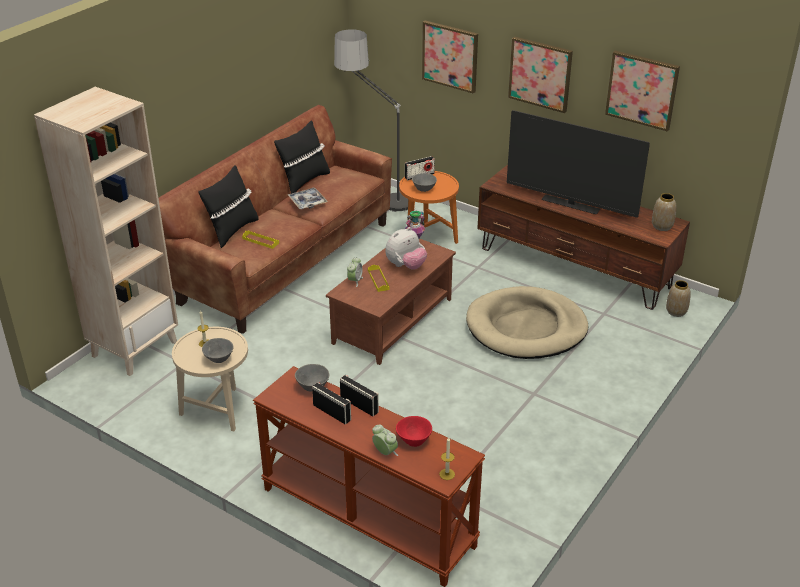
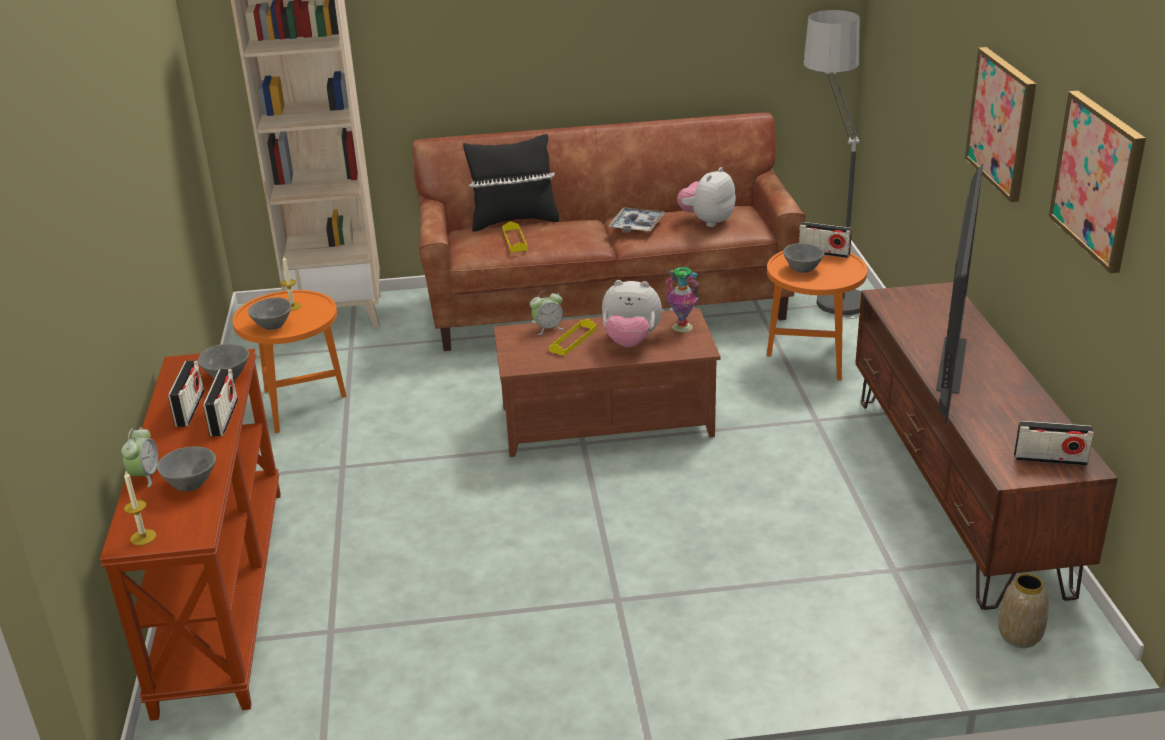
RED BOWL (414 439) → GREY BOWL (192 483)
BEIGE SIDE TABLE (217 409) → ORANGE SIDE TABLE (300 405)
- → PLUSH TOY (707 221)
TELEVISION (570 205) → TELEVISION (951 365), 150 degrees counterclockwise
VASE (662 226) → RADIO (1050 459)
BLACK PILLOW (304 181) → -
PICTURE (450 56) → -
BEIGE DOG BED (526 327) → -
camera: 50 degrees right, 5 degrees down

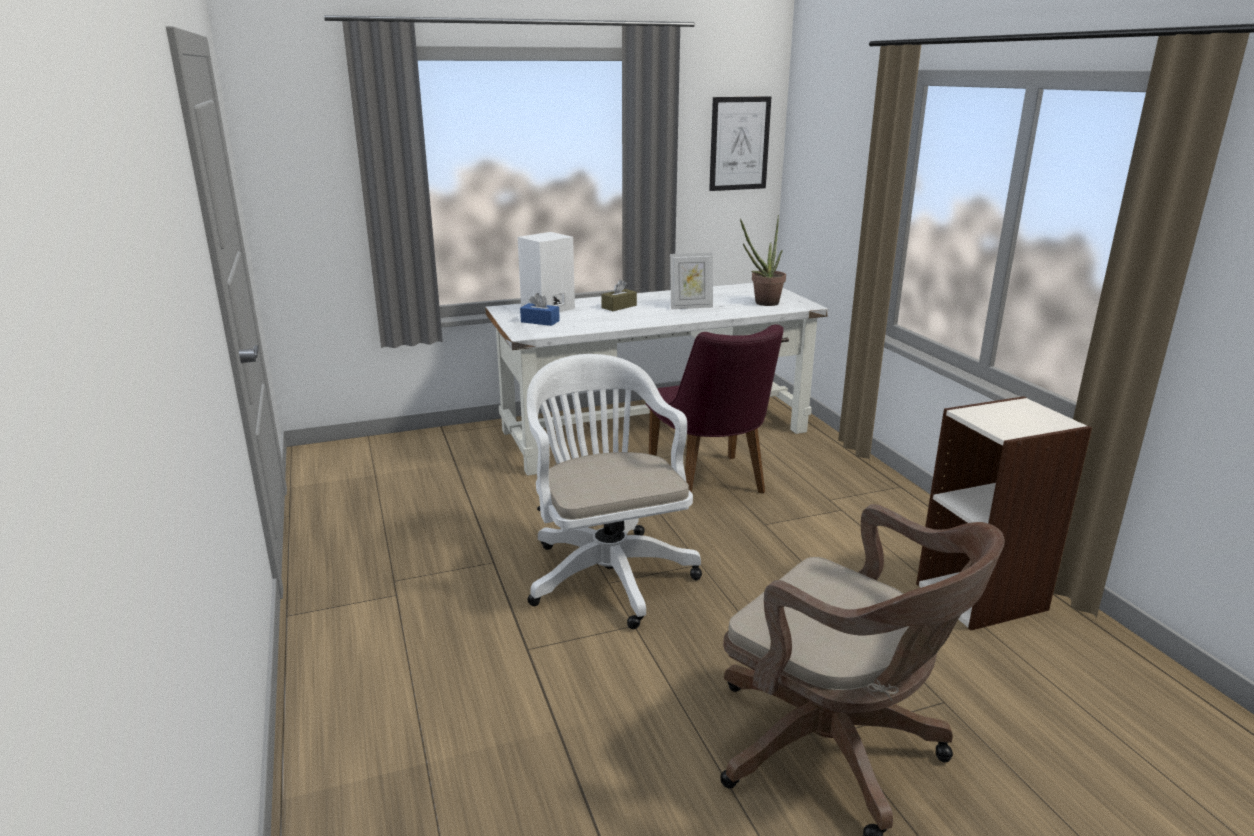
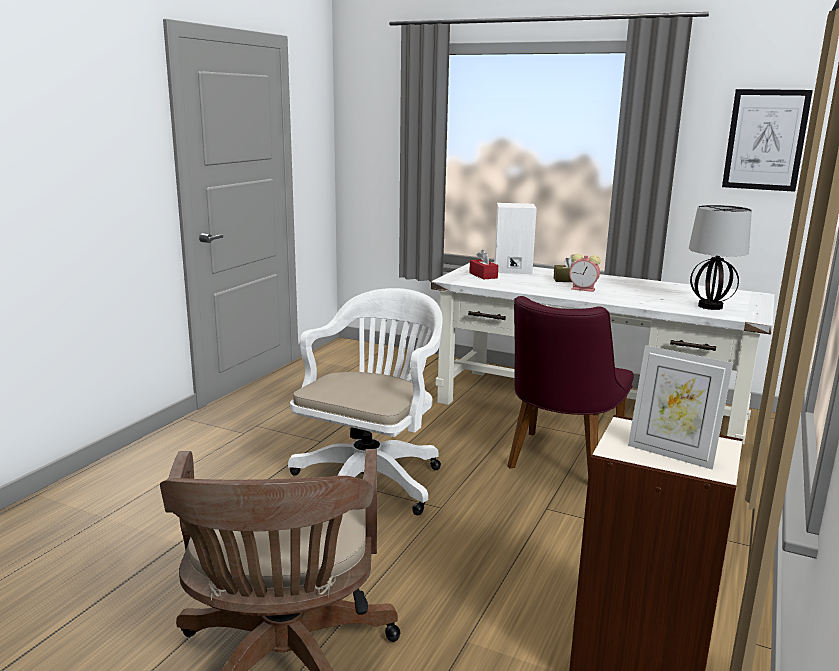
BLUE TISSUE BOX (540 321) → RED TISSUE BOX (483 275)
- → ALARM CLOCK (584 289)
PICTURE FRAME (690 307) → PICTURE FRAME (671 454), move
POTTED PLANT (762 303) → TABLE LAMP (709 306)
camera: 45 degrees right, 5 degrees down

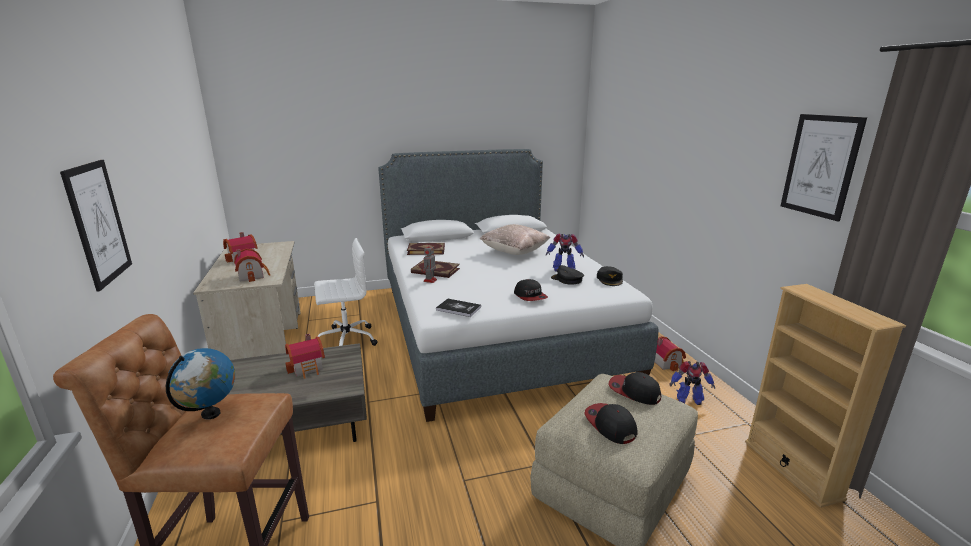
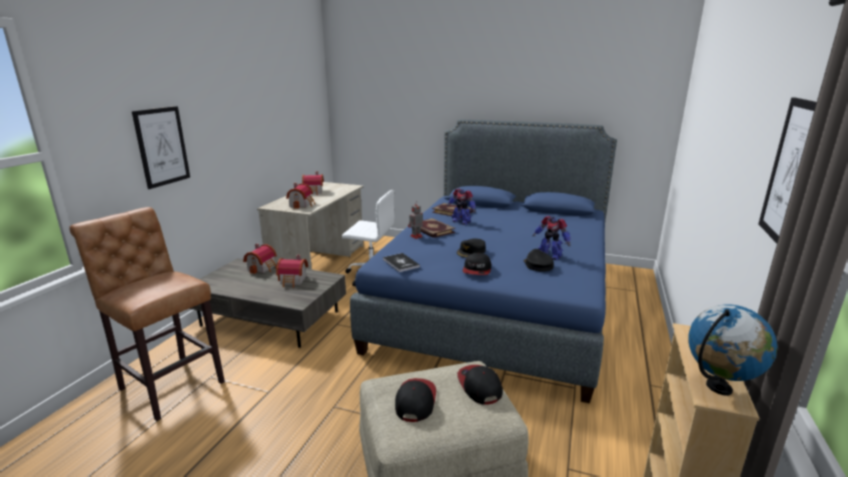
TOY HOUSE (667 362) → TOY HOUSE (263 268), move
WHITE BED (494 328) → BLUE BED (496 301)
TOY ROBOT (688 400) → TOY ROBOT (461 221), move
BLACK CAP (610 279) → BLACK CAP (471 251), move
GLOBE (211 414) → GLOBE (719 388), move
BEIGE PILLOW (514 252) → -
camera: 35 degrees right, 0 degrees up

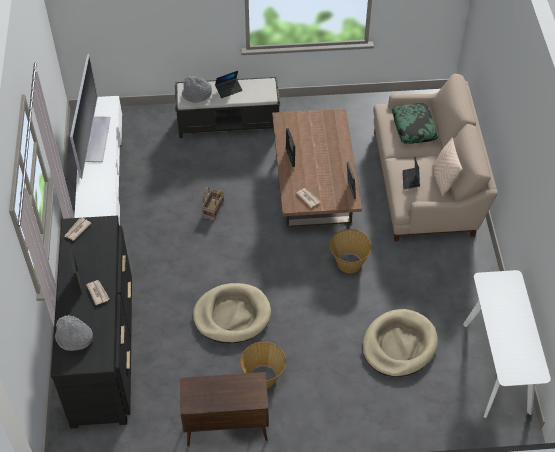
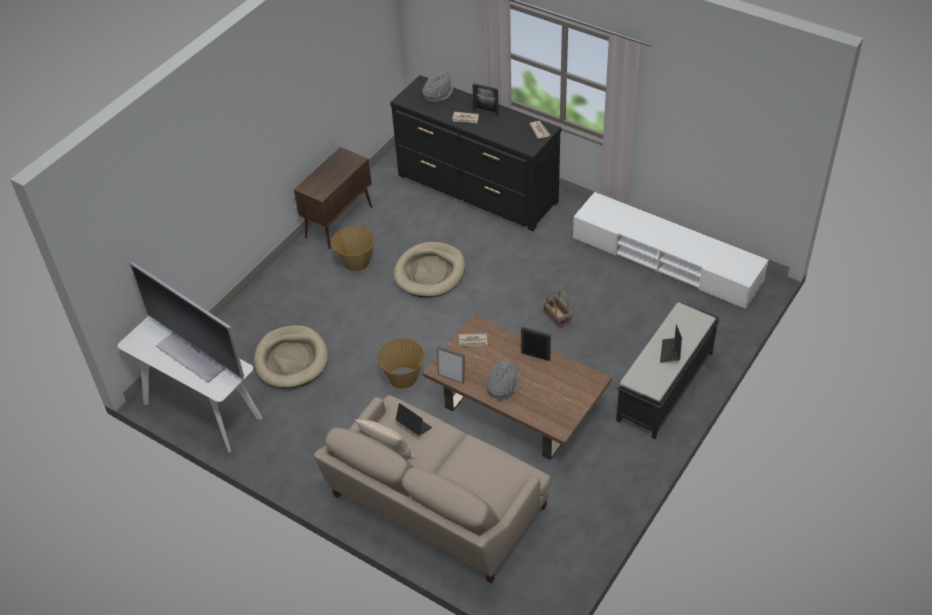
TELEVISION (96 139) → TELEVISION (191 356), move
GREY HAT (197 94) → GREY HAT (502 386), move
PILLOW (414 128) → -
camera: 130 degrees right, 5 degrees down

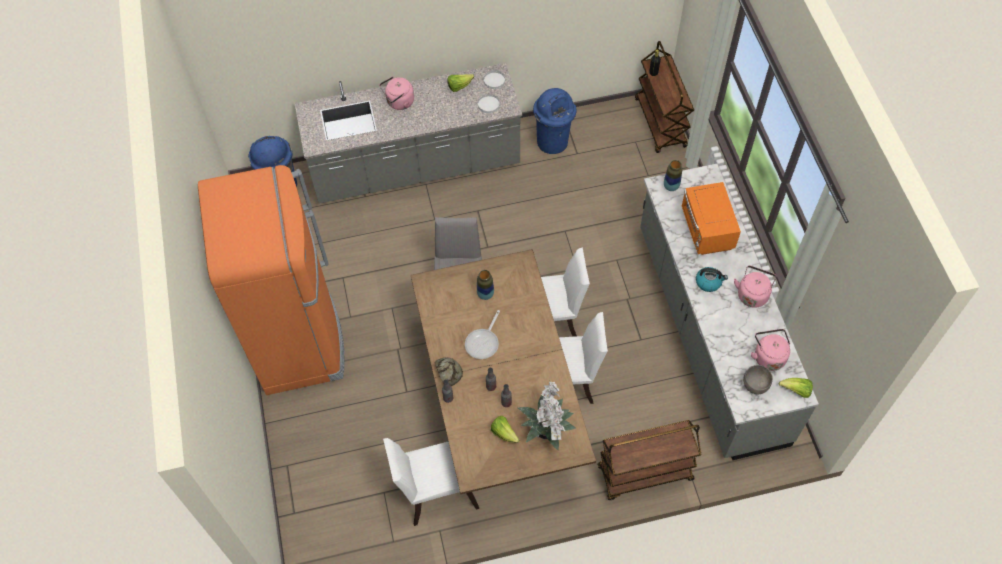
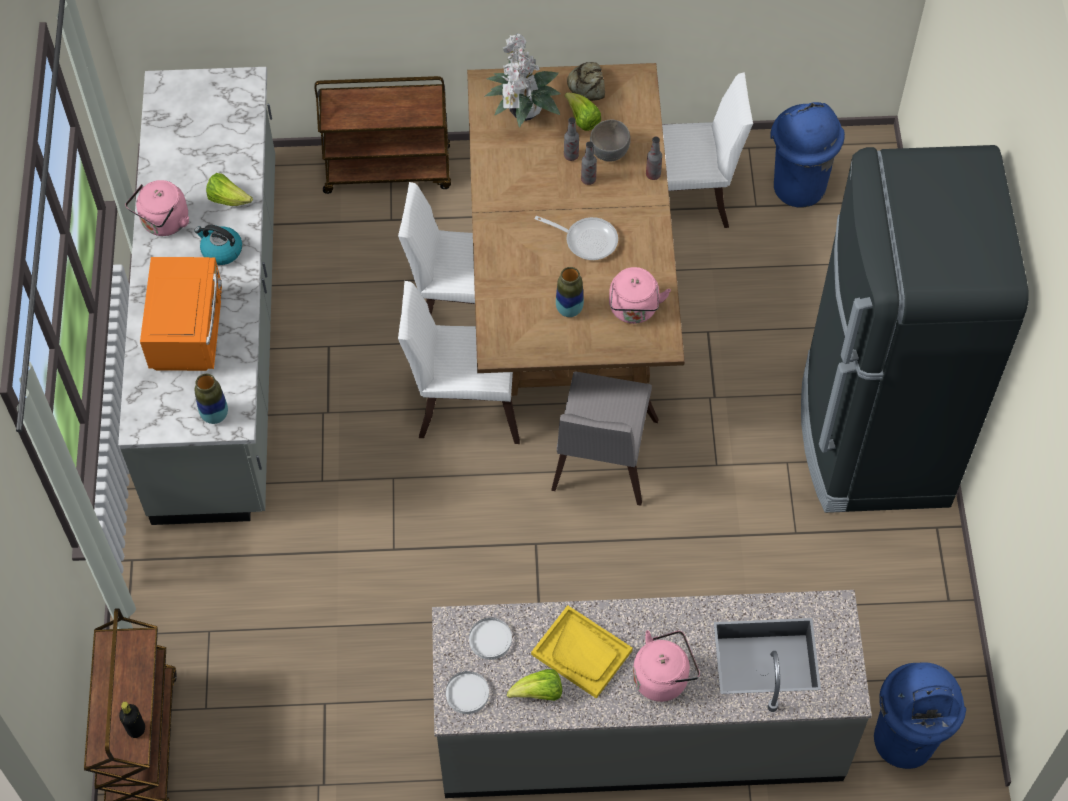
LETTUCE (796 390) → LETTUCE (228 199), move
- → YELLOW TRAY (582 652)
FRYING PAN (483 342) → FRYING PAN (586 240), 75 degrees clockwise
BREAD (448 372) → BREAD (587 85), move
GREY BOWL (754 386) → GREY BOWL (609 152), move
PINK KETTLE (768 356) → PINK KETTLE (634 310), move
BLUE TRASH CAN (553 142) → BLUE TRASH CAN (798 187), move
ORANGE FRIDGE (299 341) → BLACK FRIDGE (873 437)
camera: 170 degrees left, 0 degrees up

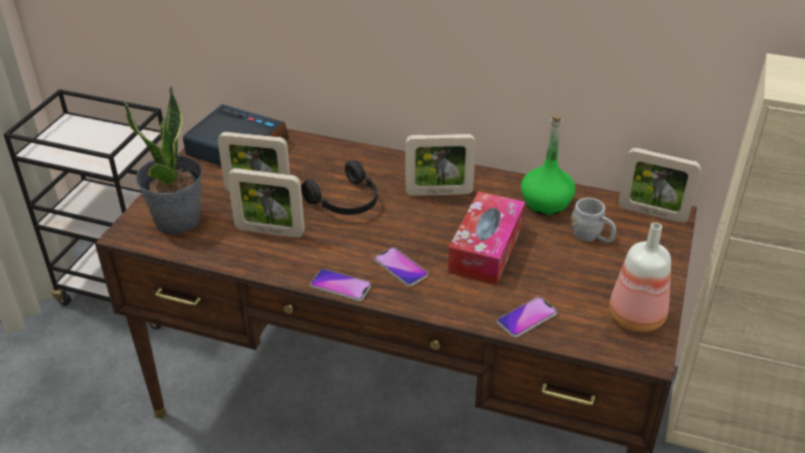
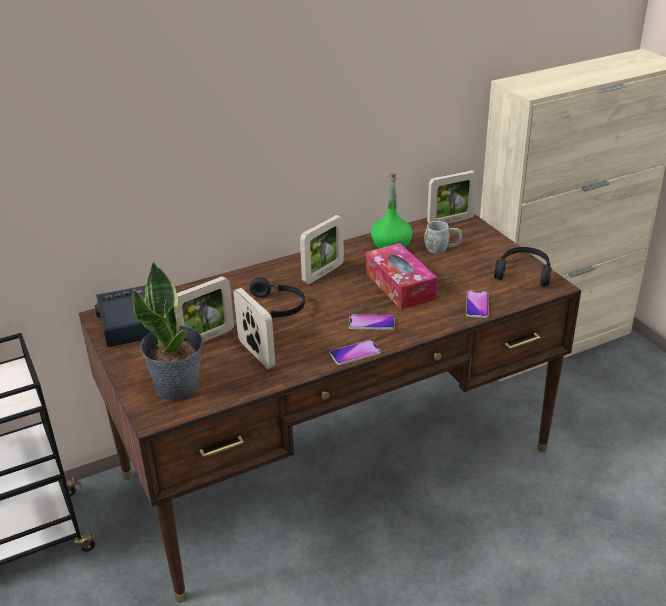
PICTURE FRAME (270 231) → PICTURE FRAME (256 354), 90 degrees counterclockwise
BOTTLE (638 317) → BLACK HEADPHONES (524 272)
camera: 45 degrees left, 5 degrees down

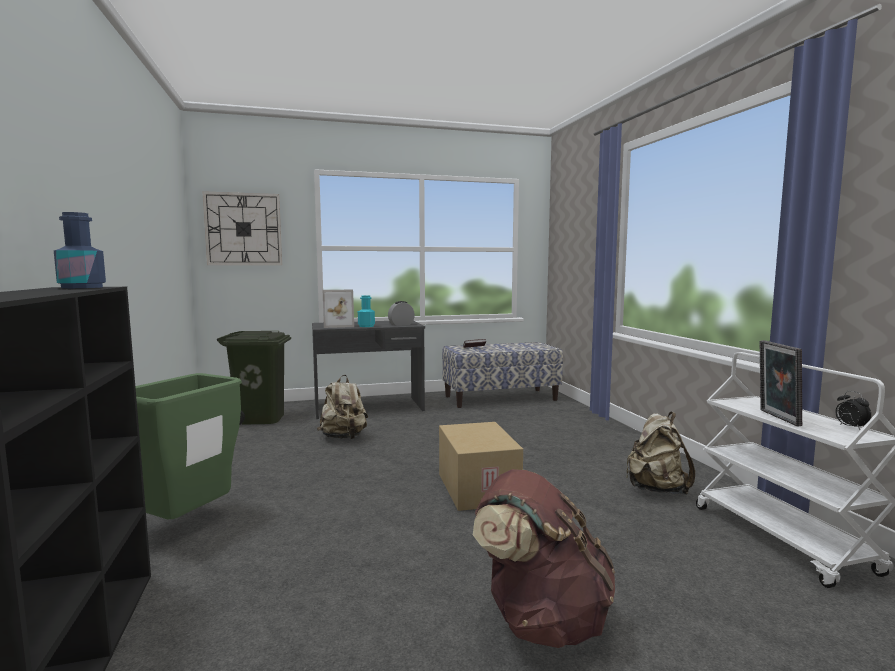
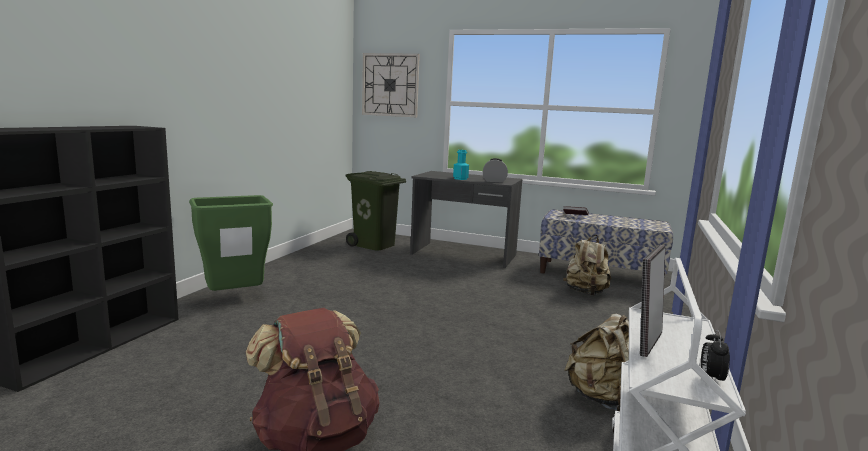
BEIGE BACKPACK (344 438) → BEIGE BACKPACK (586 293), move
BLUE BOTTLE (82 287) → -
PICTURE FRAME (338 325) → -
CARDBOARD BOX (476 488) → -
camera: 35 degrees right, 5 degrees up

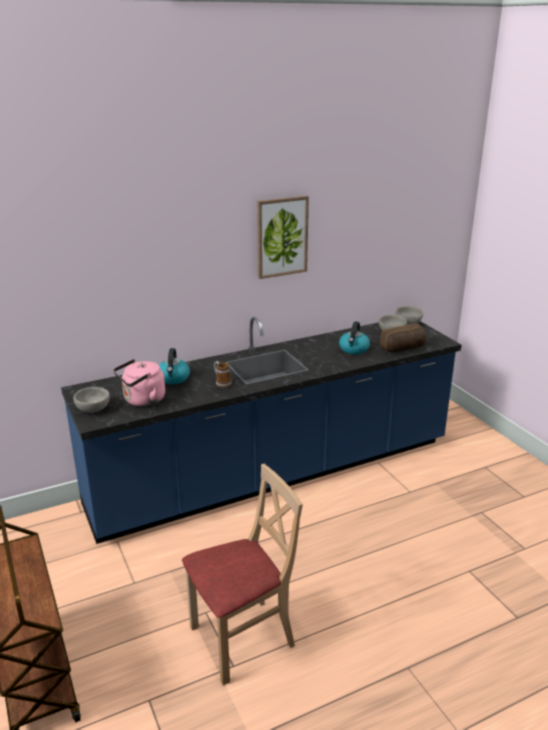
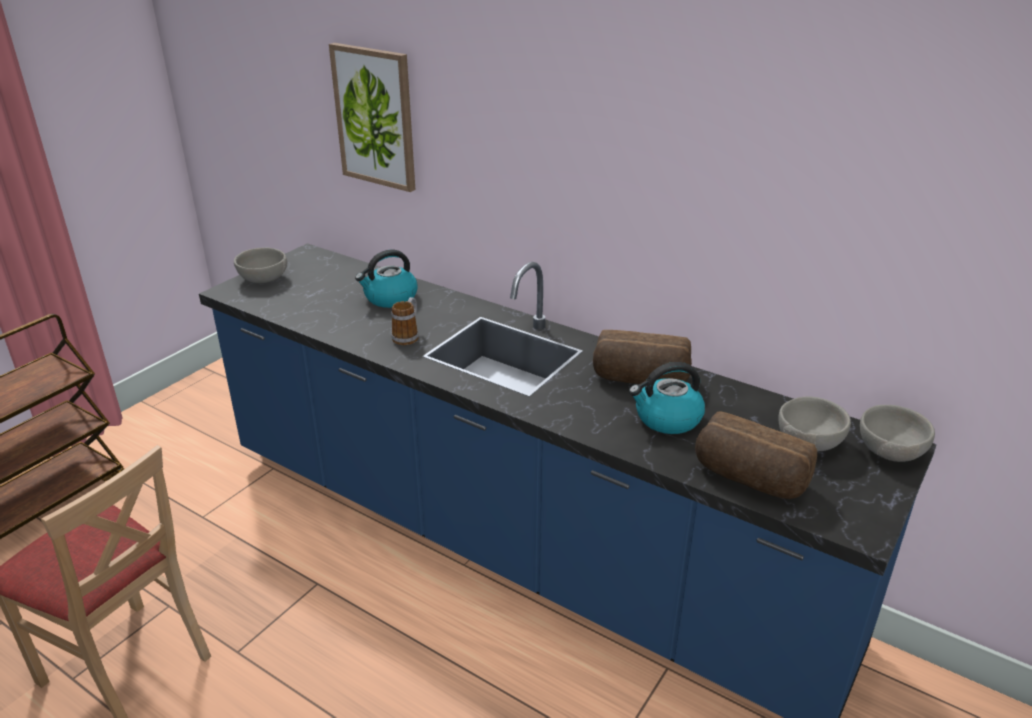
PICTURE (281 236) → PICTURE (375 117), move
- → BREAD (640 380)
PINK KETTLE (142 400) → -
camera: 60 degrees right, 5 degrees up

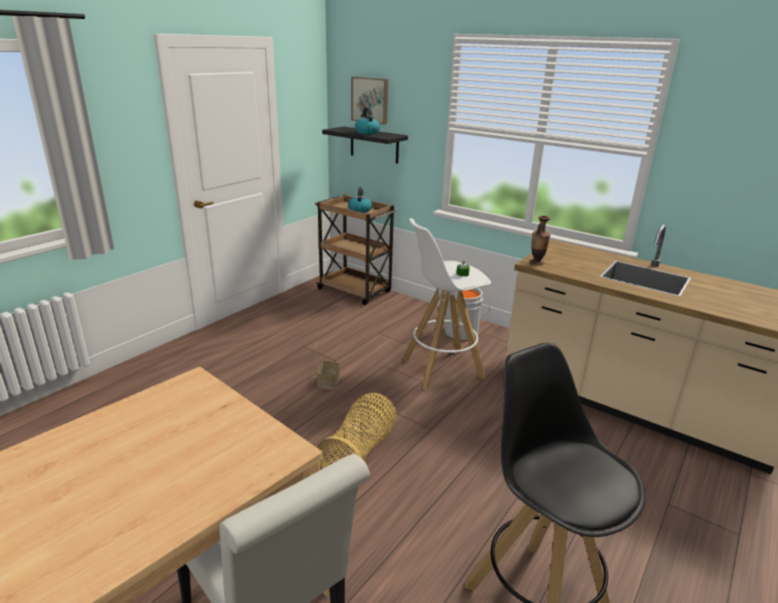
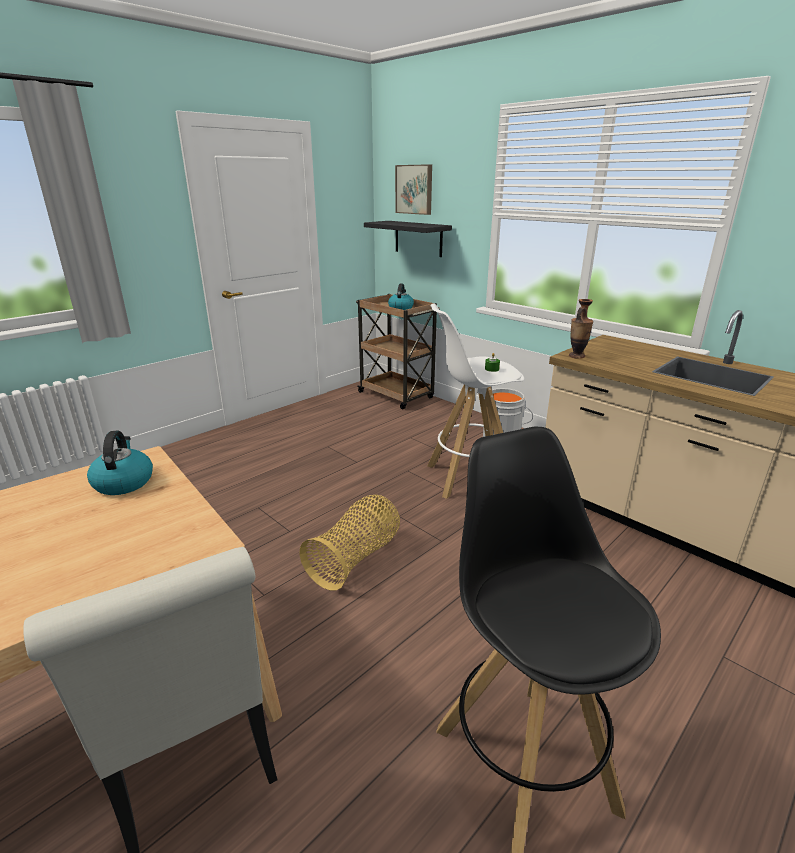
KETTLE (367 132) → KETTLE (123 482), move
BASKET (328 382) → -
camera: 10 degrees right, 0 degrees up

